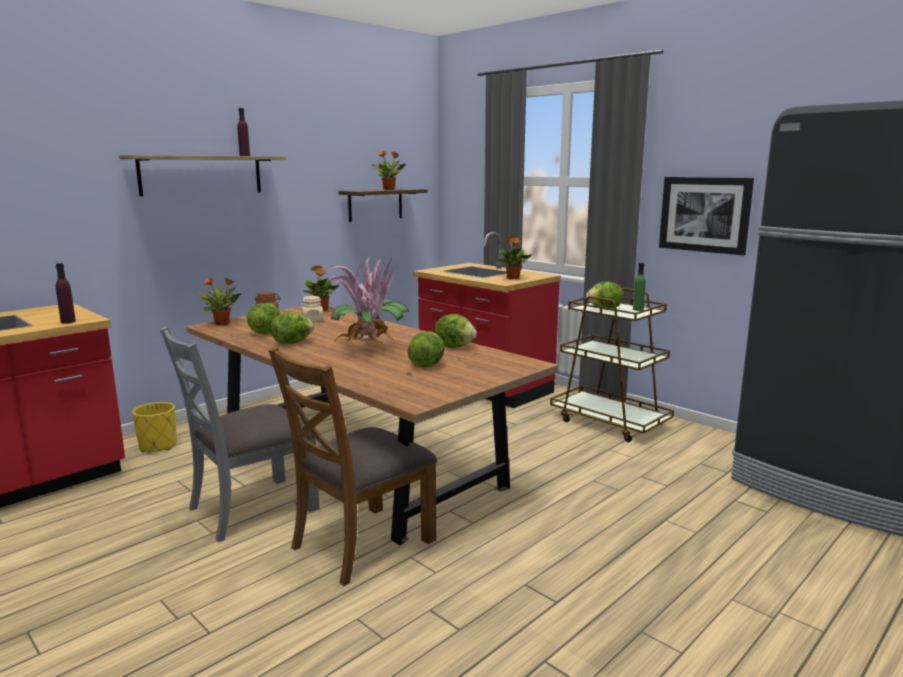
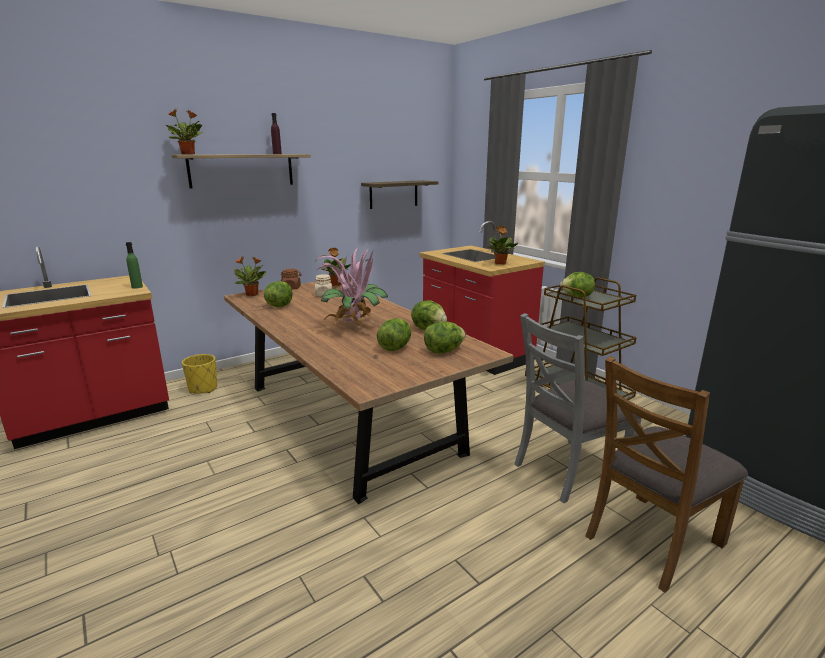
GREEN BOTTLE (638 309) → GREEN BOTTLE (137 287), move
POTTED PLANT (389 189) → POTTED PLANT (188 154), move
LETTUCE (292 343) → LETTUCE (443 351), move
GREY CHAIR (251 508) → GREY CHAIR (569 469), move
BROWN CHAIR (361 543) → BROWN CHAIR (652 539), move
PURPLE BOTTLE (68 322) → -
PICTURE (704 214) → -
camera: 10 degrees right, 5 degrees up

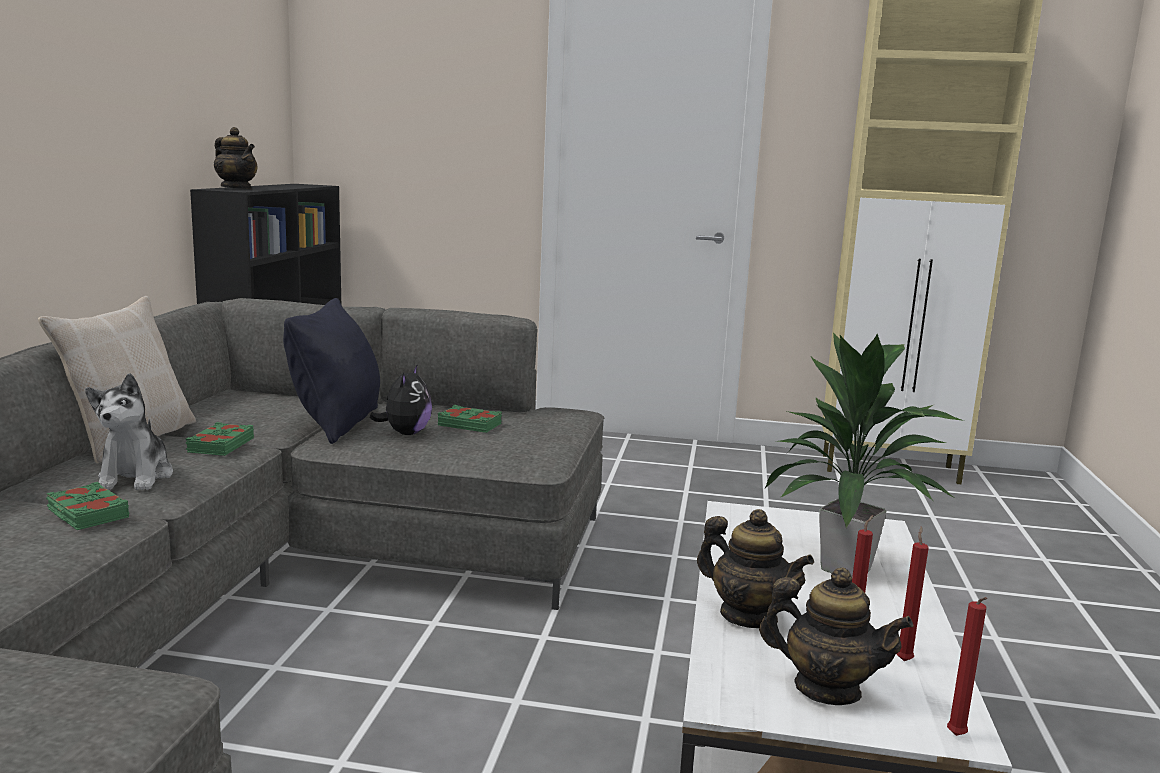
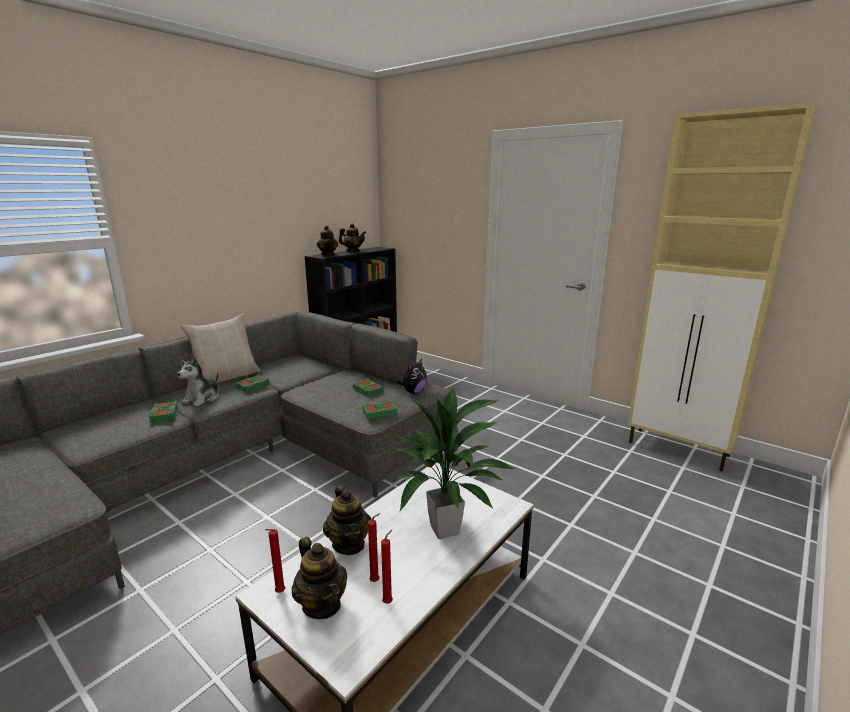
RED CANDLE (957 737) → RED CANDLE (279 593), move
- → TEAPOT (353 251)
- → GREEN BOOK (379 412)
PLUSH TOY (405 433) → PLUSH TOY (413 392), move
BLACK PILLOW (338 424) → -
camera: 30 degrees right, 5 degrees up

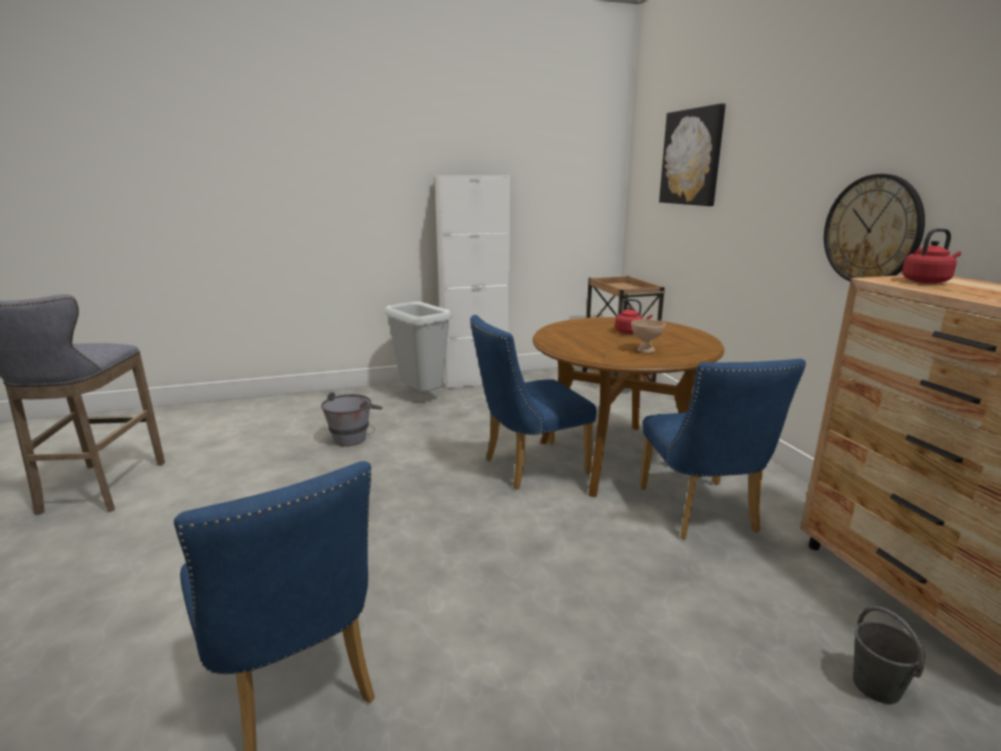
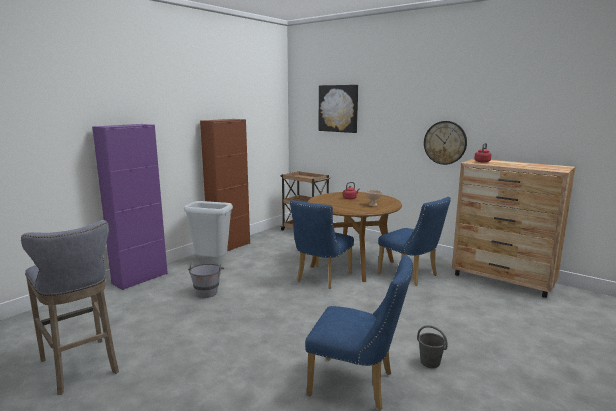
- → PURPLE CABINET (140 279)
WHITE CABINET (475 381) → BROWN CABINET (229 247)
GREY BUCKET (877 687) → GREY BUCKET (430 362), move
camera: 35 degrees left, 5 degrees down

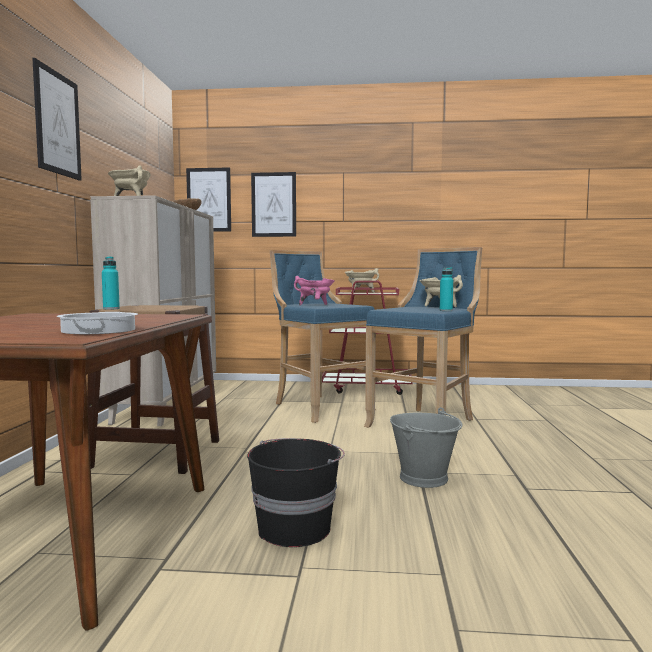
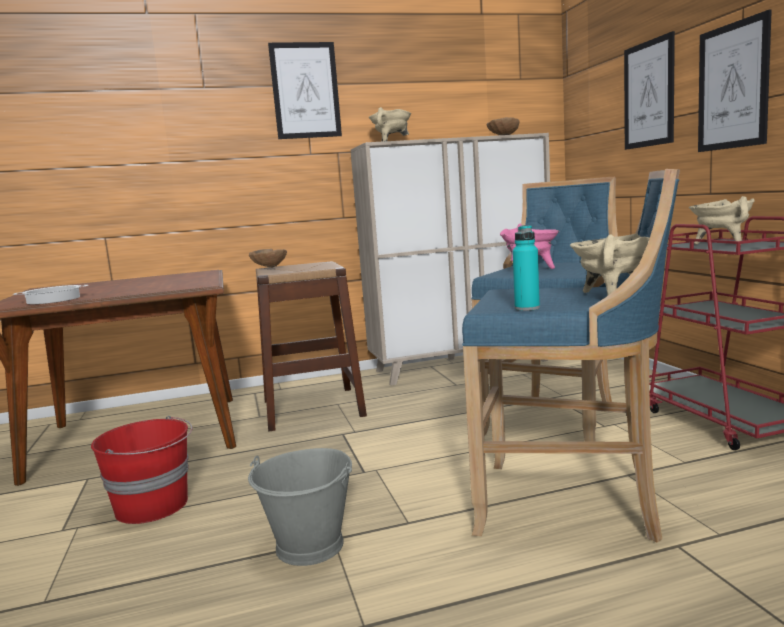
BLACK BUCKET (295 528) → RED BUCKET (153 506)
TURQUOISE BOTTLE (111 309) → BROWN BOWL (268 268)
PICTURE (209 200) → PICTURE (732 86), move
camera: 70 degrees right, 5 degrees up

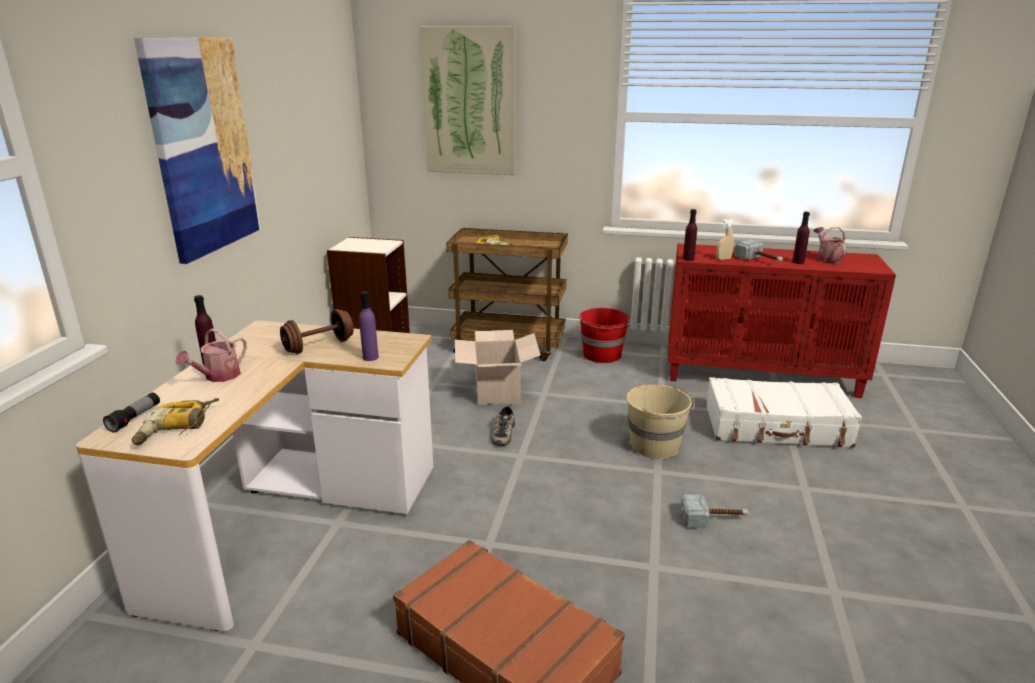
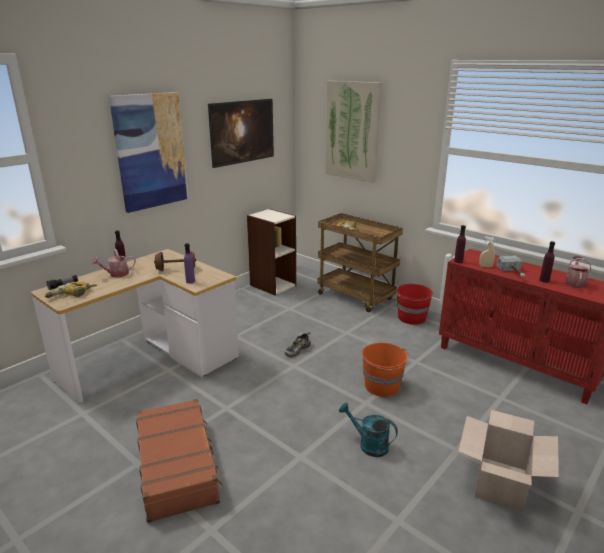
- → PICTURE (243 147)
HAMMER (713 519) → TURQUOISE WATERING CAN (368 444)
BEIGE BUCKET (655 445) → ORANGE BUCKET (382 386)
CARDBOARD BOX (498 391) → CARDBOARD BOX (501 484), move
WHITE SUITCASE (777 427) → -
camera: 30 degrees right, 0 degrees up

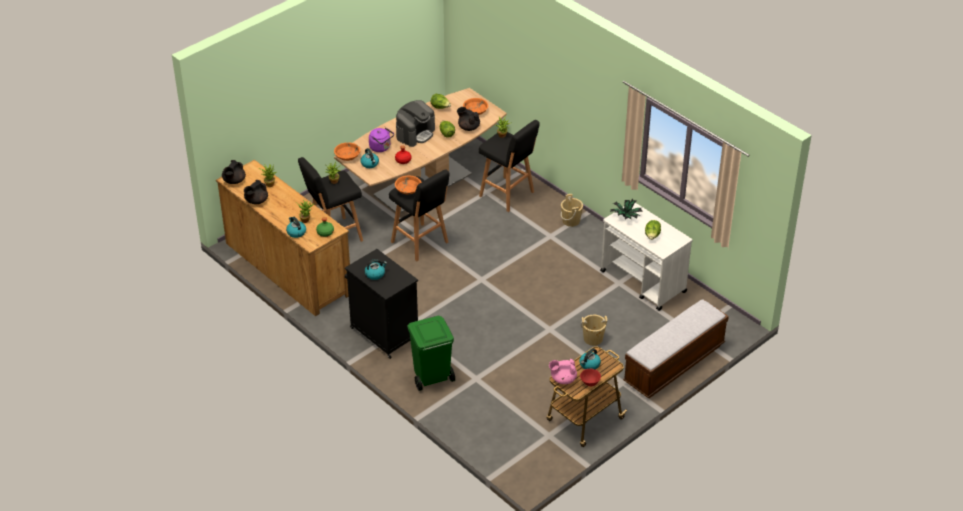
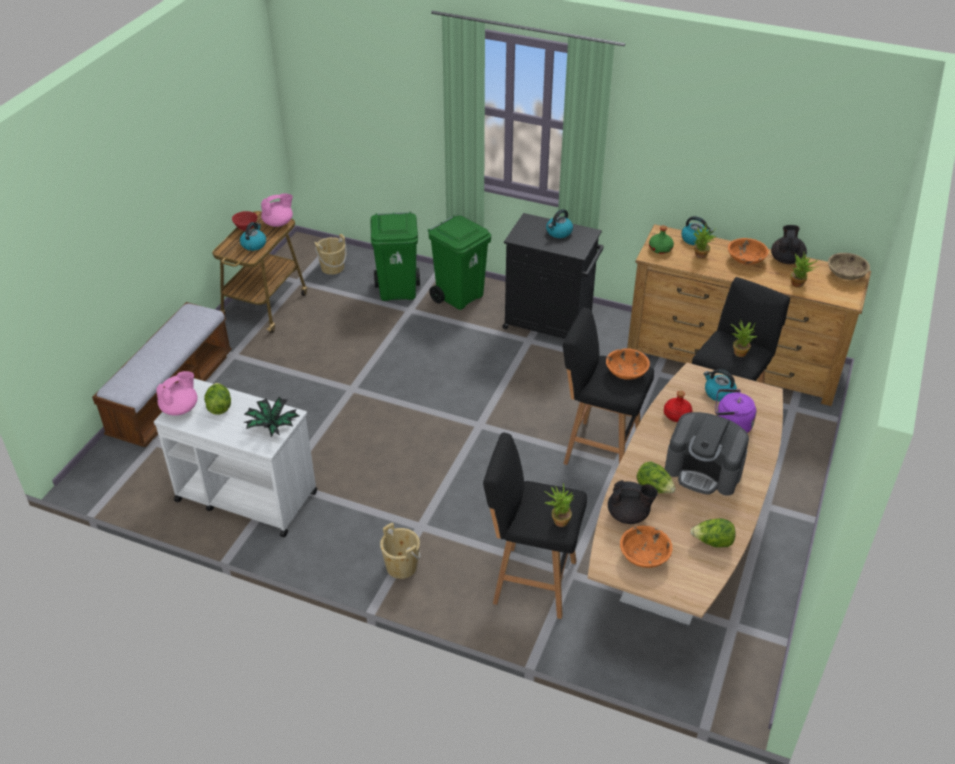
- → PINK TEAPOT (180 408)
BEIGE BUCKET (593 339) → BEIGE BUCKET (332 268), move
- → GREEN TRASH CAN (398 291)
COFFEE MACHINE (415 133) → COFFEE MACHINE (704 471), 75 degrees counterclockwise
ORANGE BOWL (347 157) → ORANGE BOWL (746 260), move
BLACK TEAPOT (234 181) → BEIGE BOWL (846 274)
camera: 155 degrees right, 0 degrees up

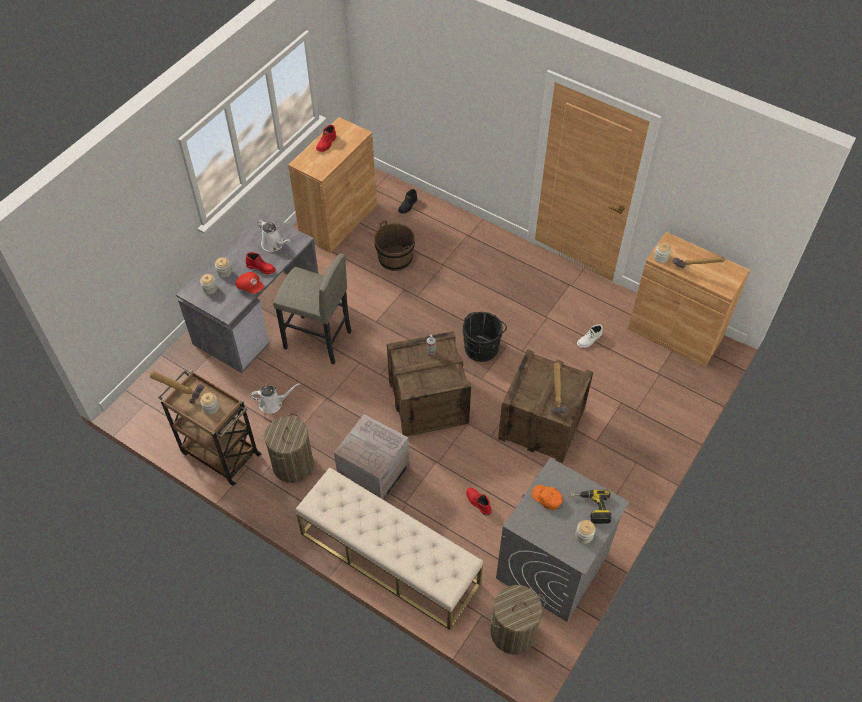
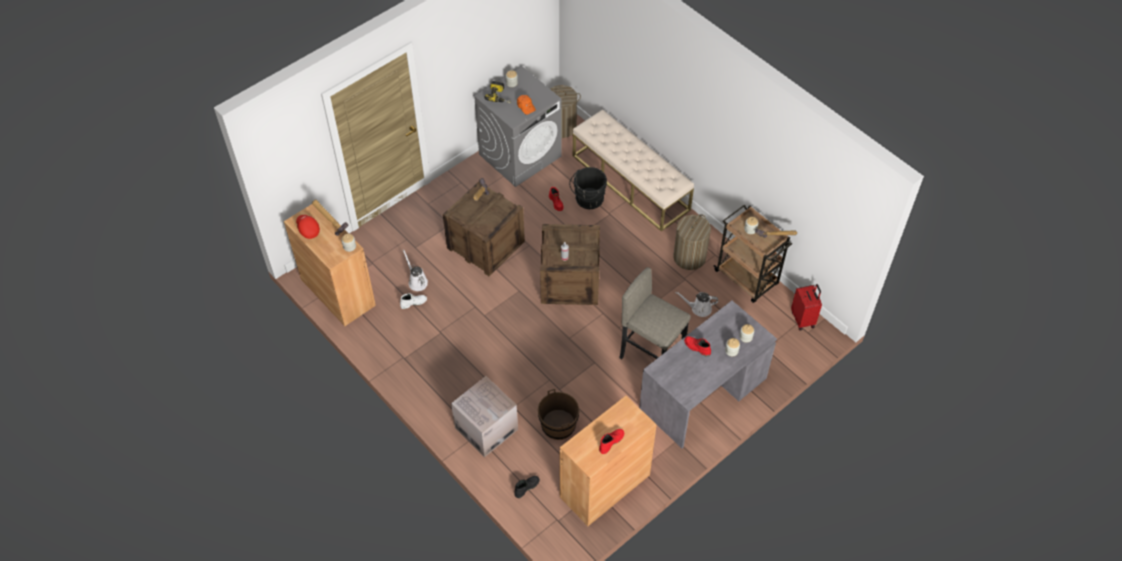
RED CAP (250 287) → RED CAP (308 229), move
WHITE WATERING CAN (274 244) → WHITE WATERING CAN (417 281), move
CARDBOARD BOX (374 473) → CARDBOARD BOX (486 428), move
BLACK BUCKET (482 347) → BLACK BUCKET (588 200), move
- → RED SUITCASE (803 319)
camera: 165 degrees left, 0 degrees up

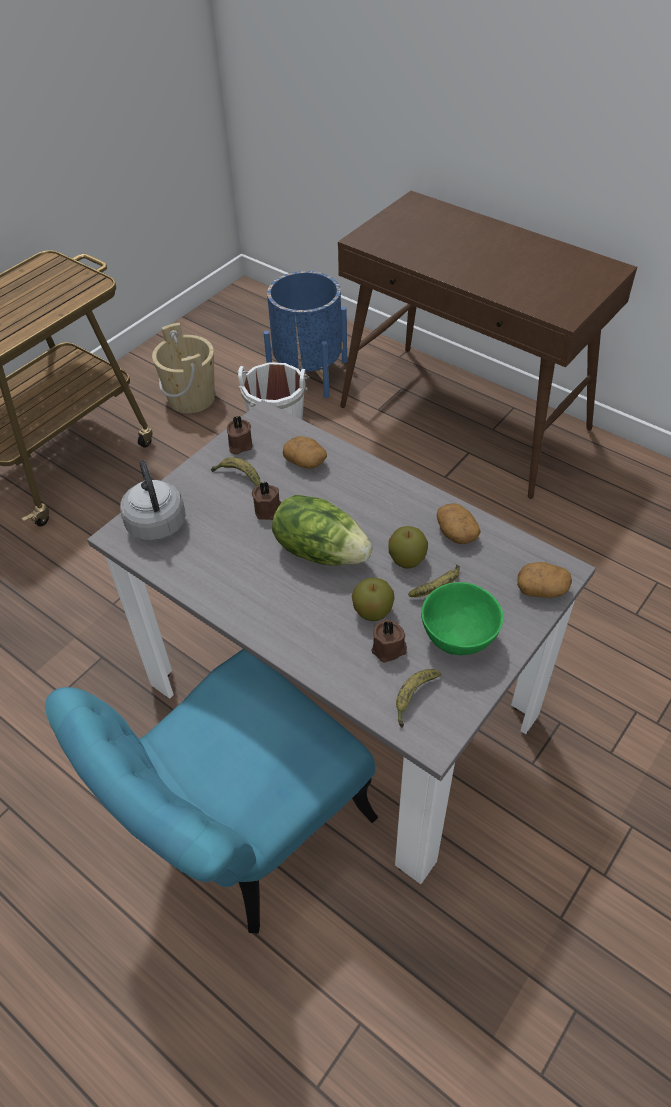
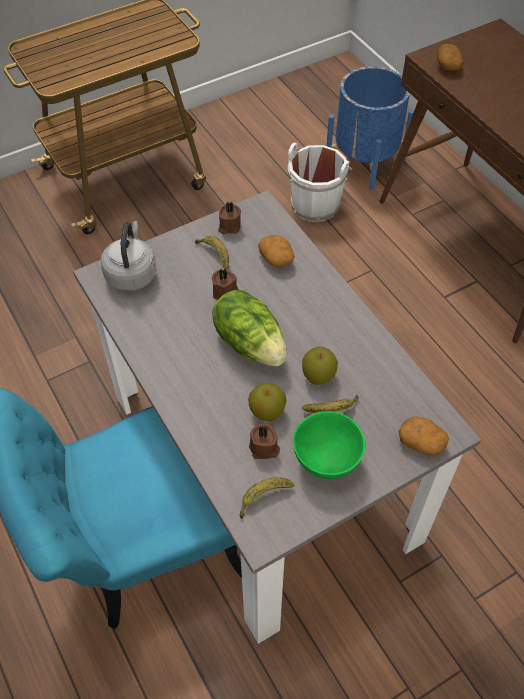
POTATO (456 532) → POTATO (447 65), move
BEIGE BUCKET (191 398) → -
camera: 20 degrees right, 5 degrees up

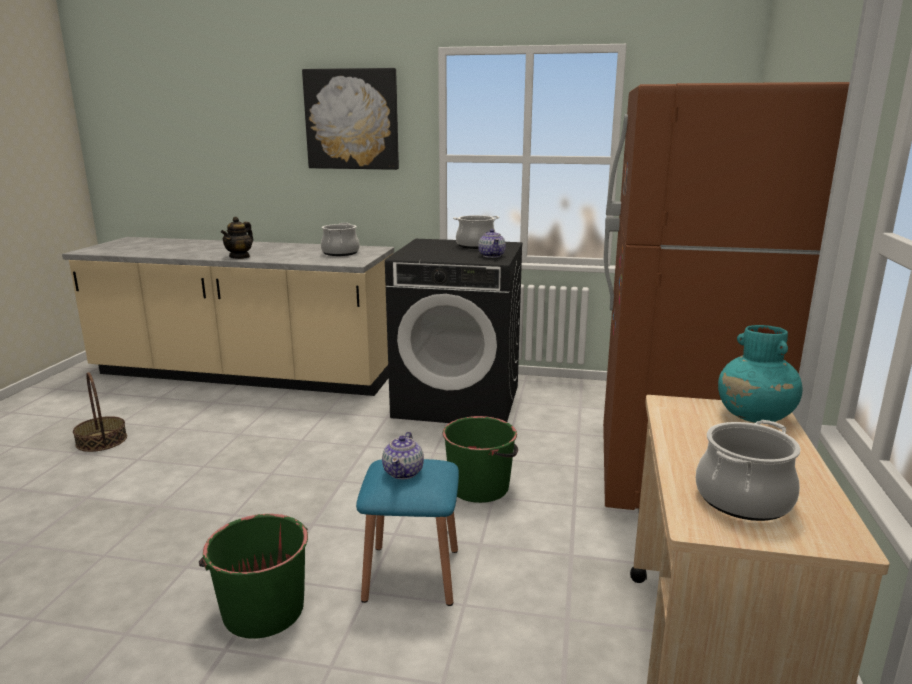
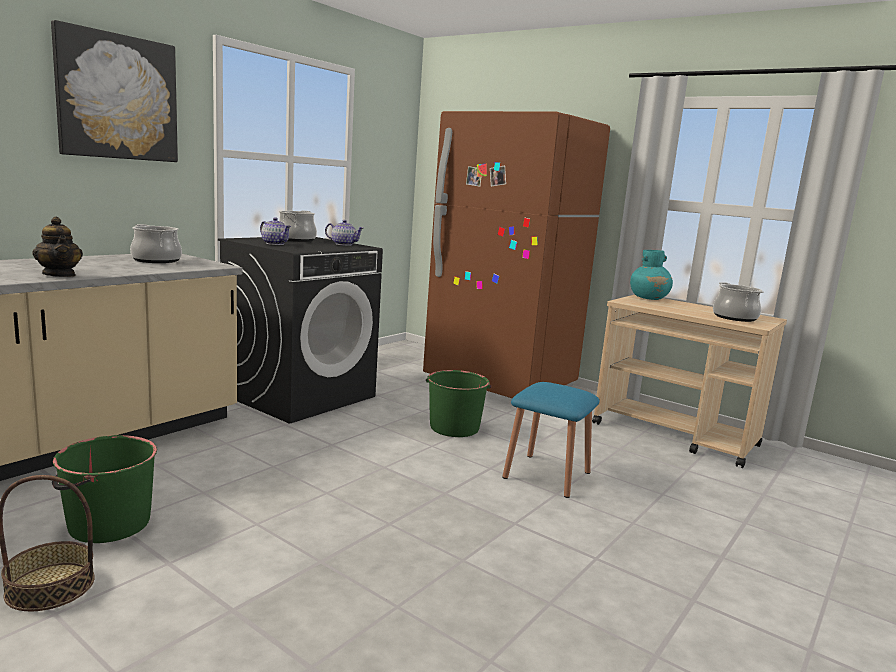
GREEN BUCKET (263 610) → GREEN BUCKET (108 524), move
TEAPOT (404 472) → TEAPOT (275 243), move
camera: 65 degrees left, 5 degrees down

